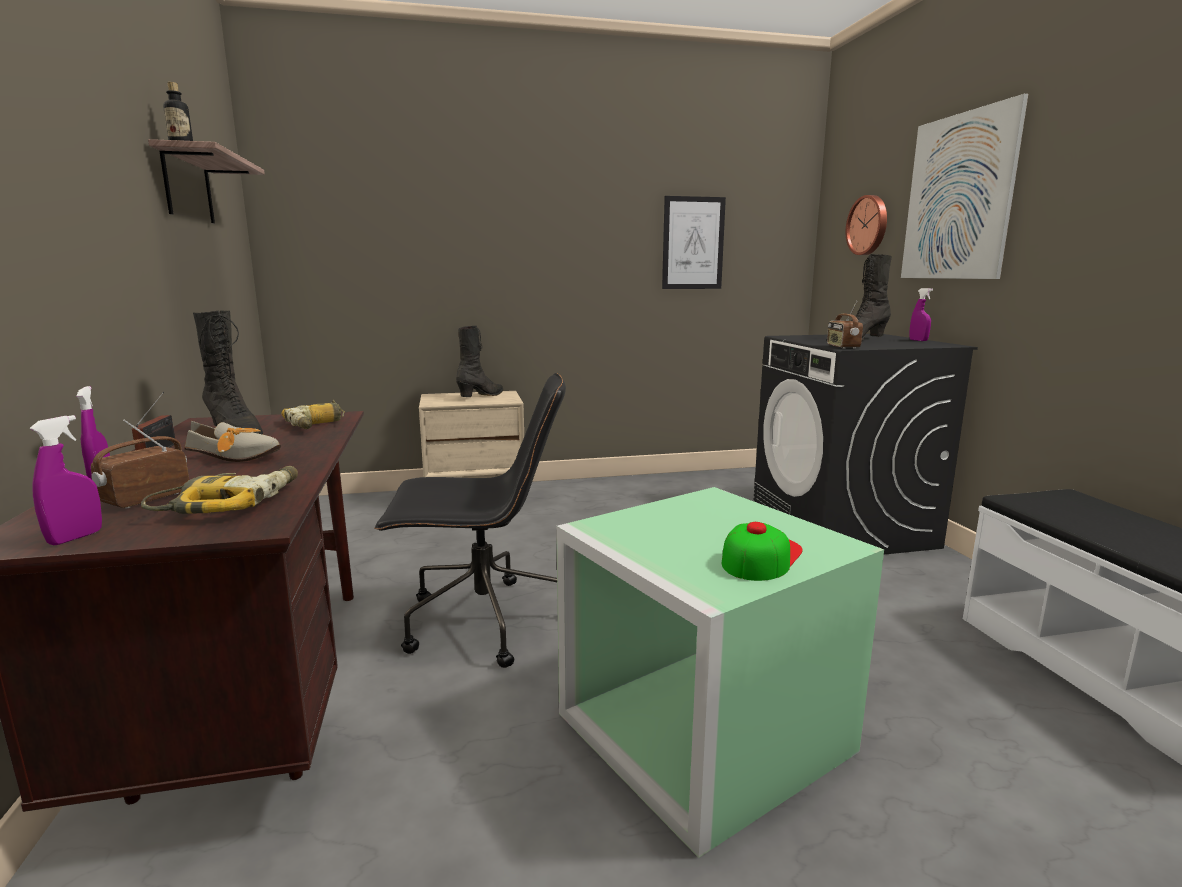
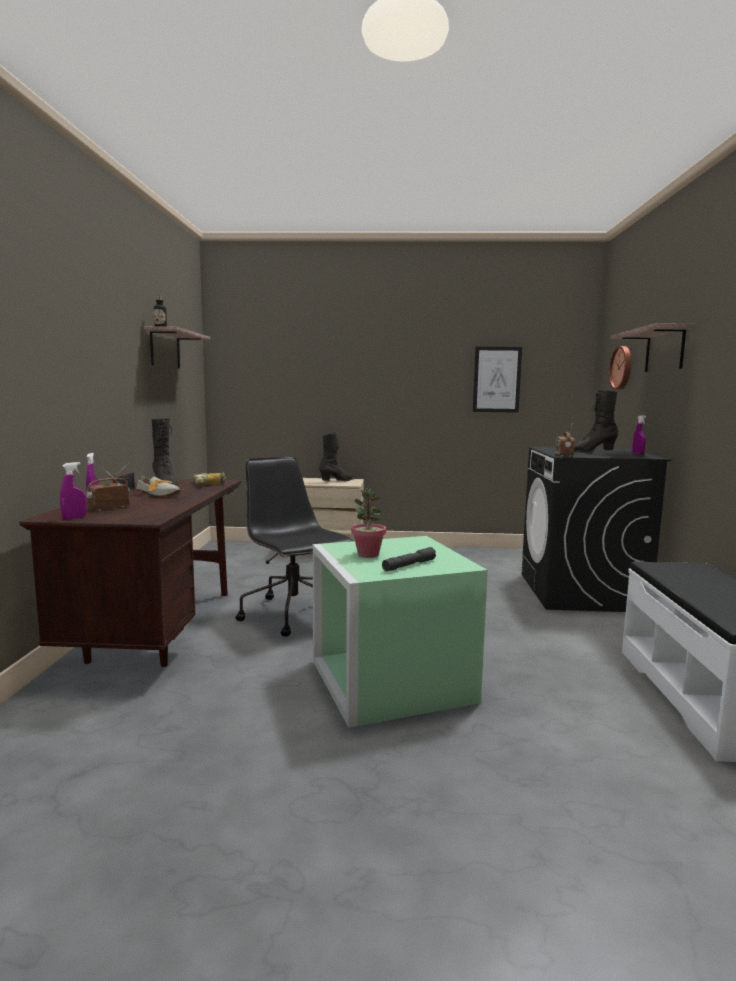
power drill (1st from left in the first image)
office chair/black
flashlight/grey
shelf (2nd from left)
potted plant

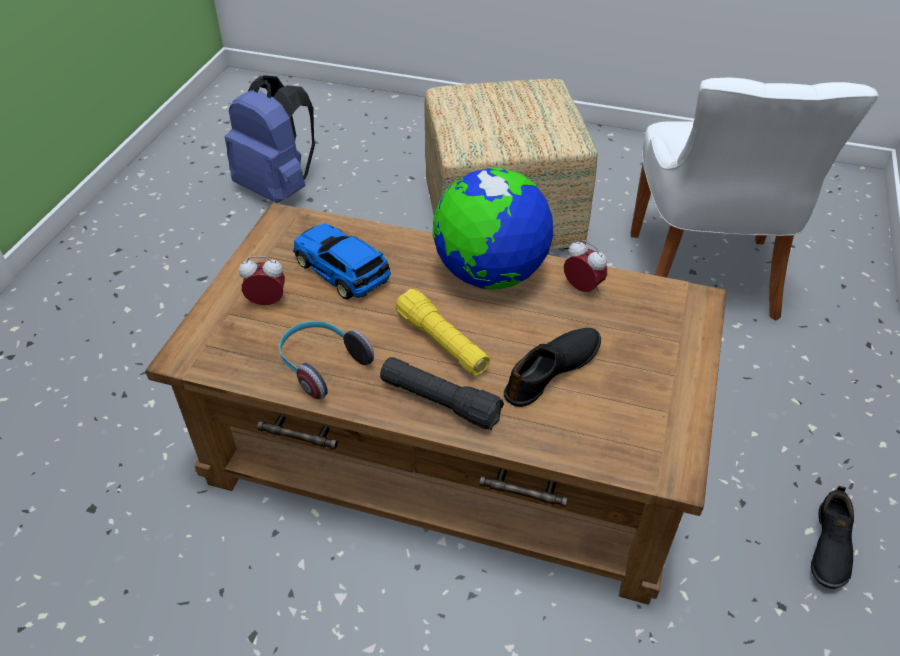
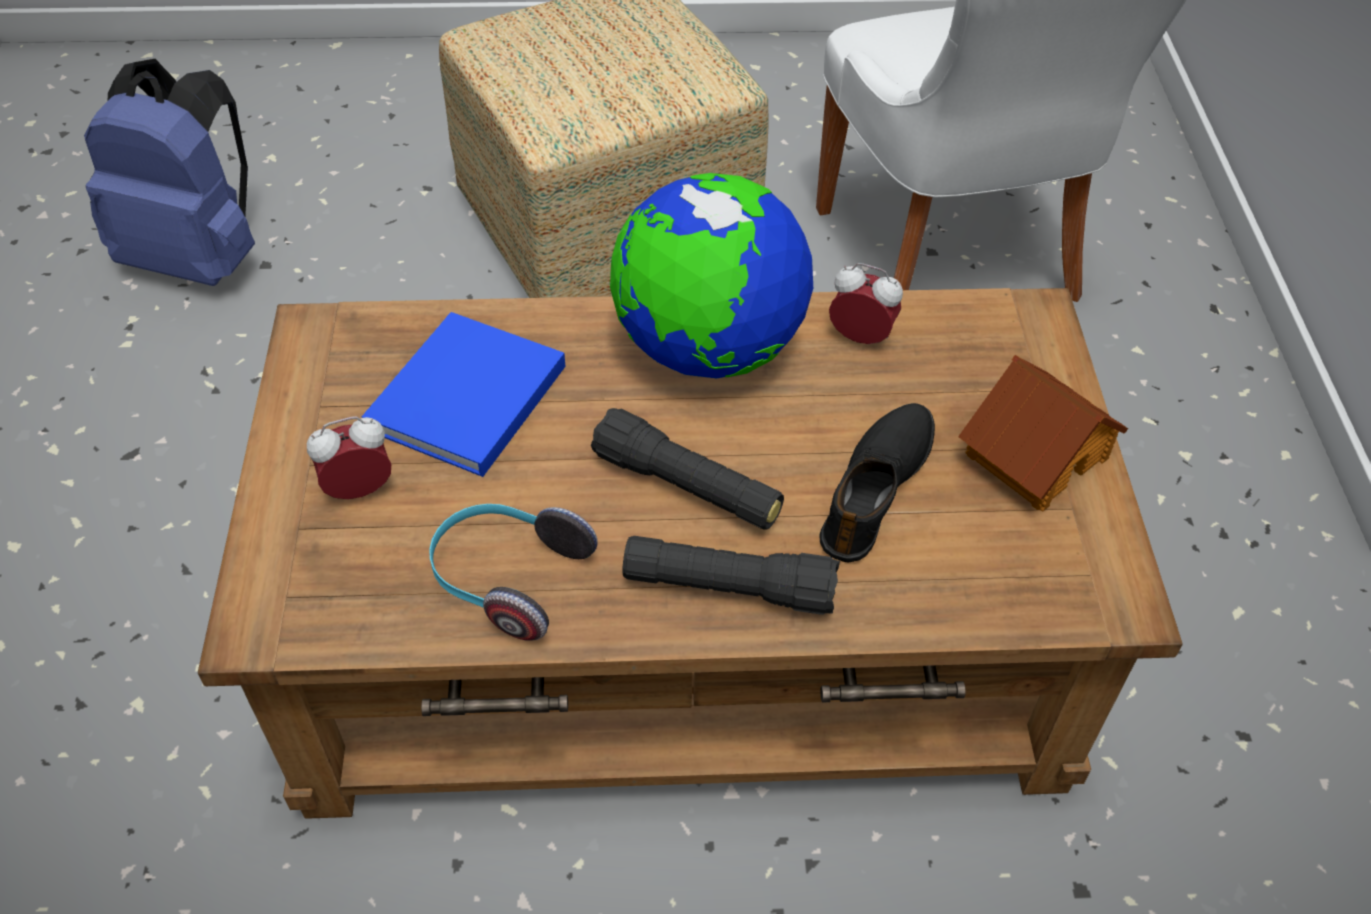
book/blue
flashlight/black (1st from left)
shoe/black (2nd from left in the first image)
toy house

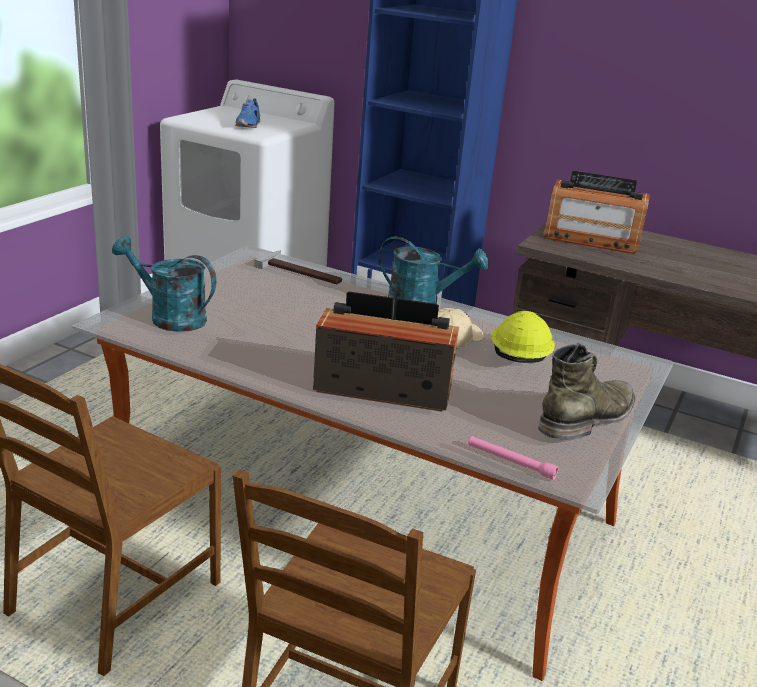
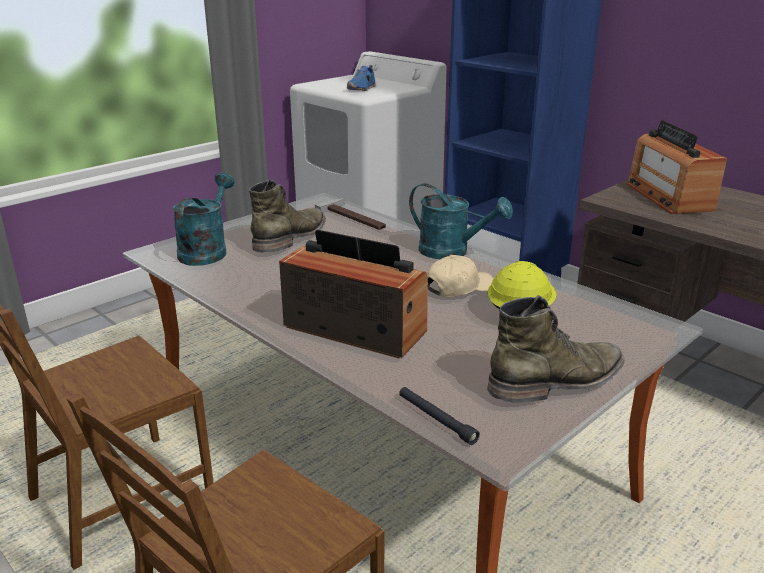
watering can/turquoise (1st from left)
flashlight/black
radio (2nd from left)
boot/green (1st from left)

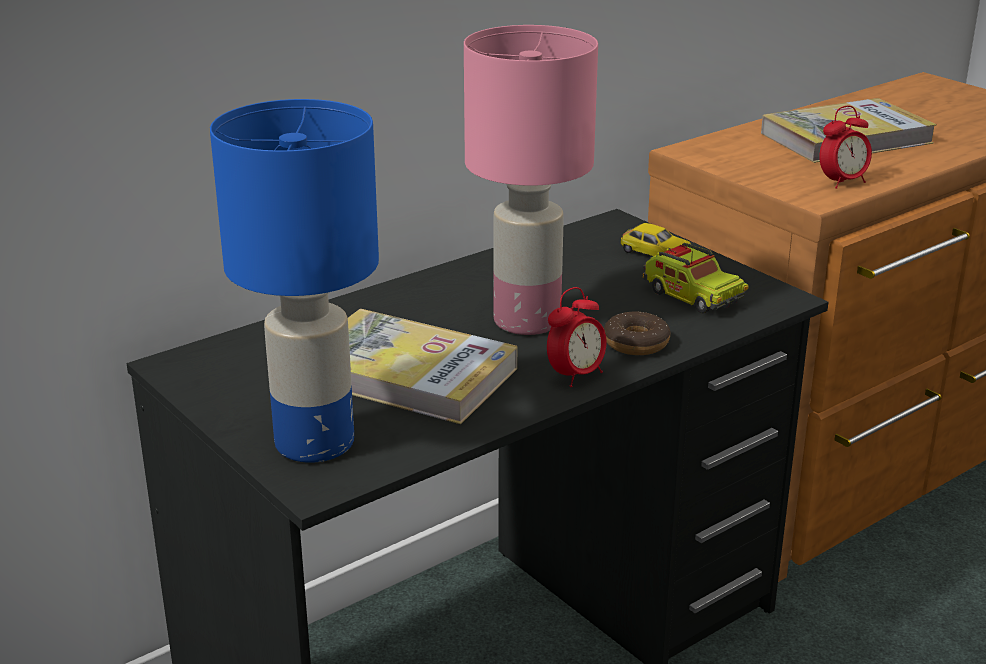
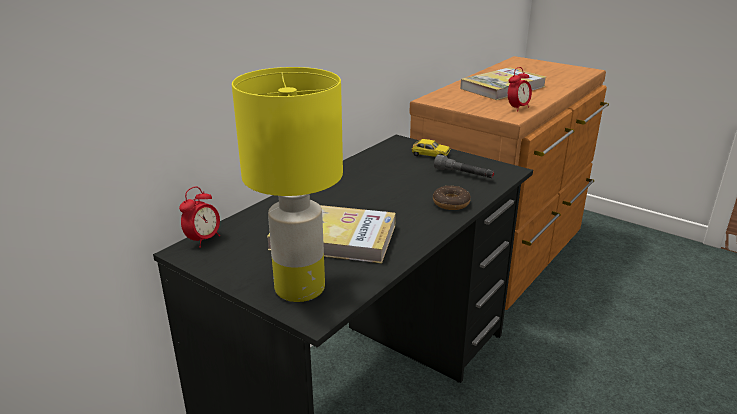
table lamp/yellow
table lamp/pink
alarm clock (1st from left)
flashlight/grey

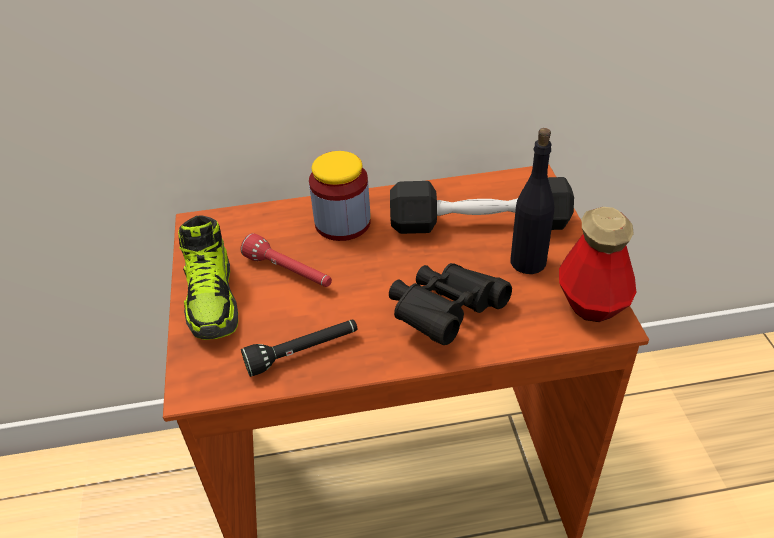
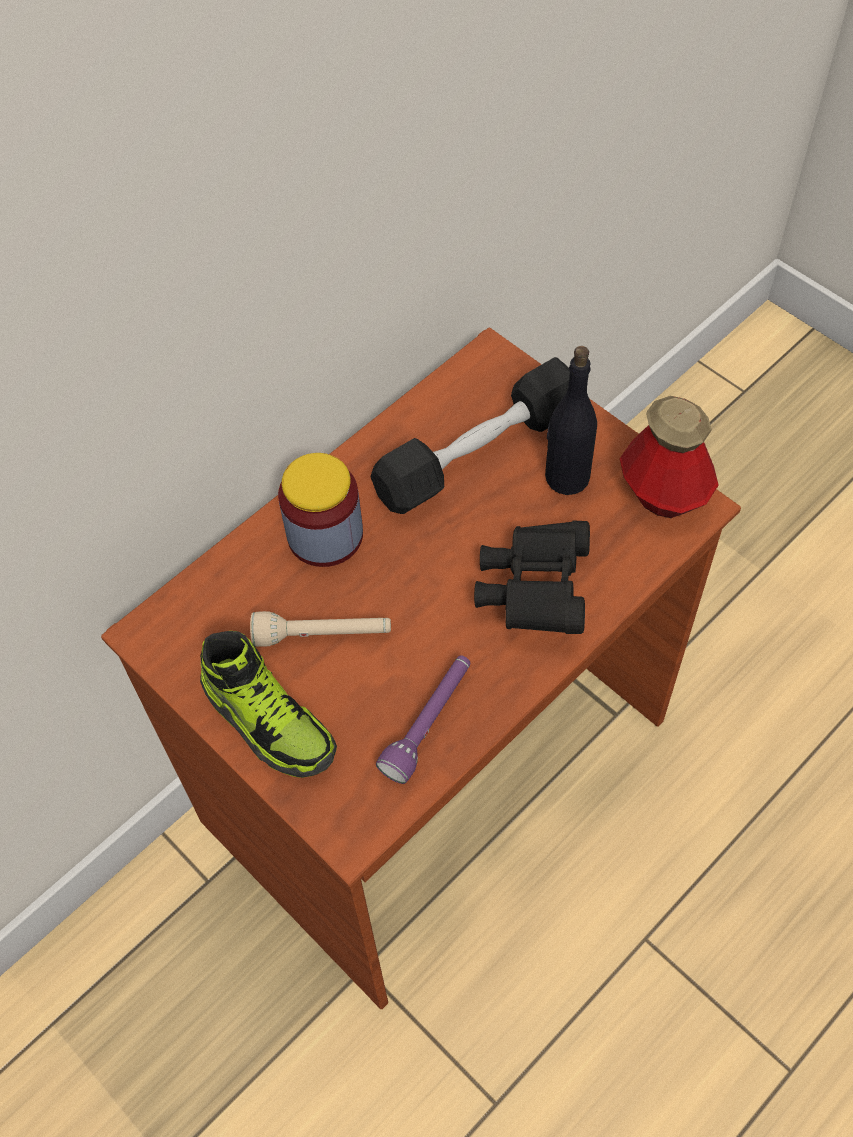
flashlight/beige
flashlight/purple

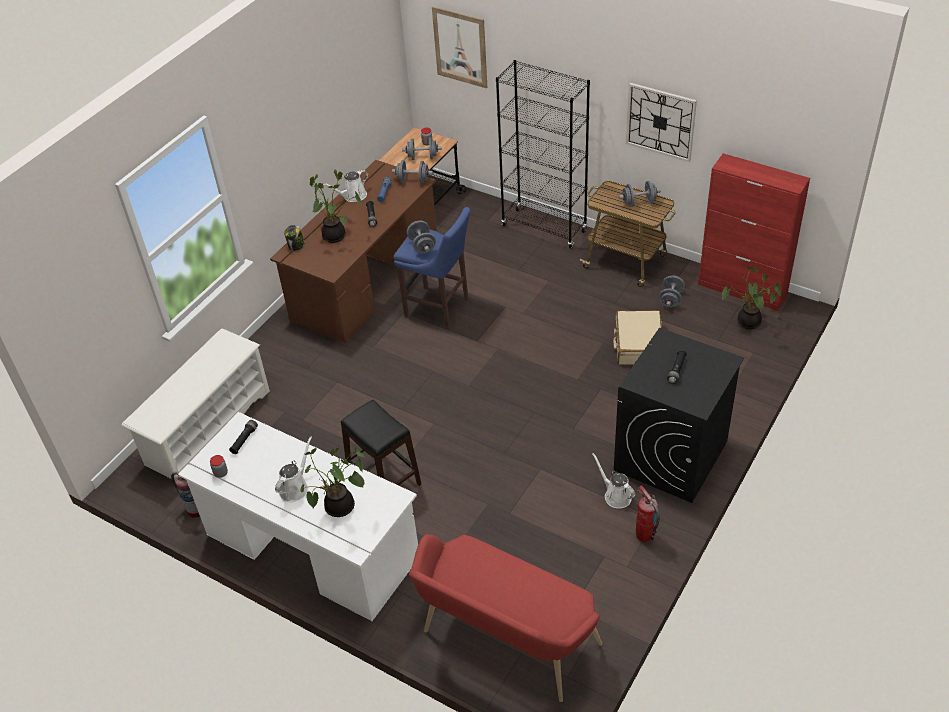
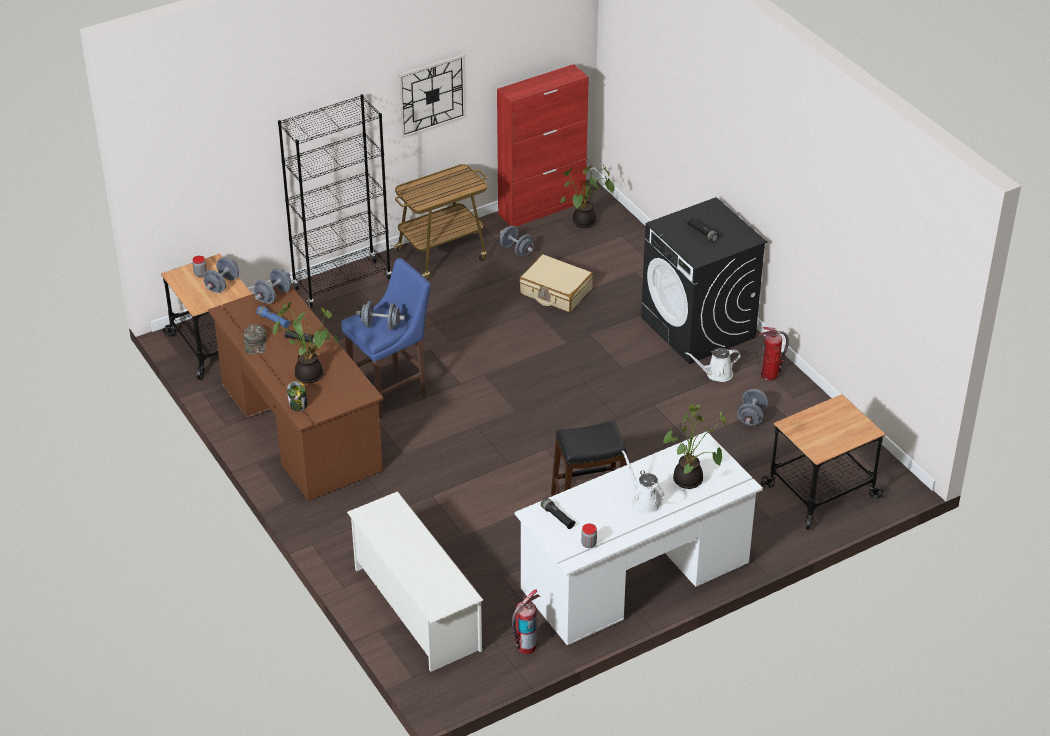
cap/green
cart (3rd from left)
picture
dumbbell/grey (5th from left)

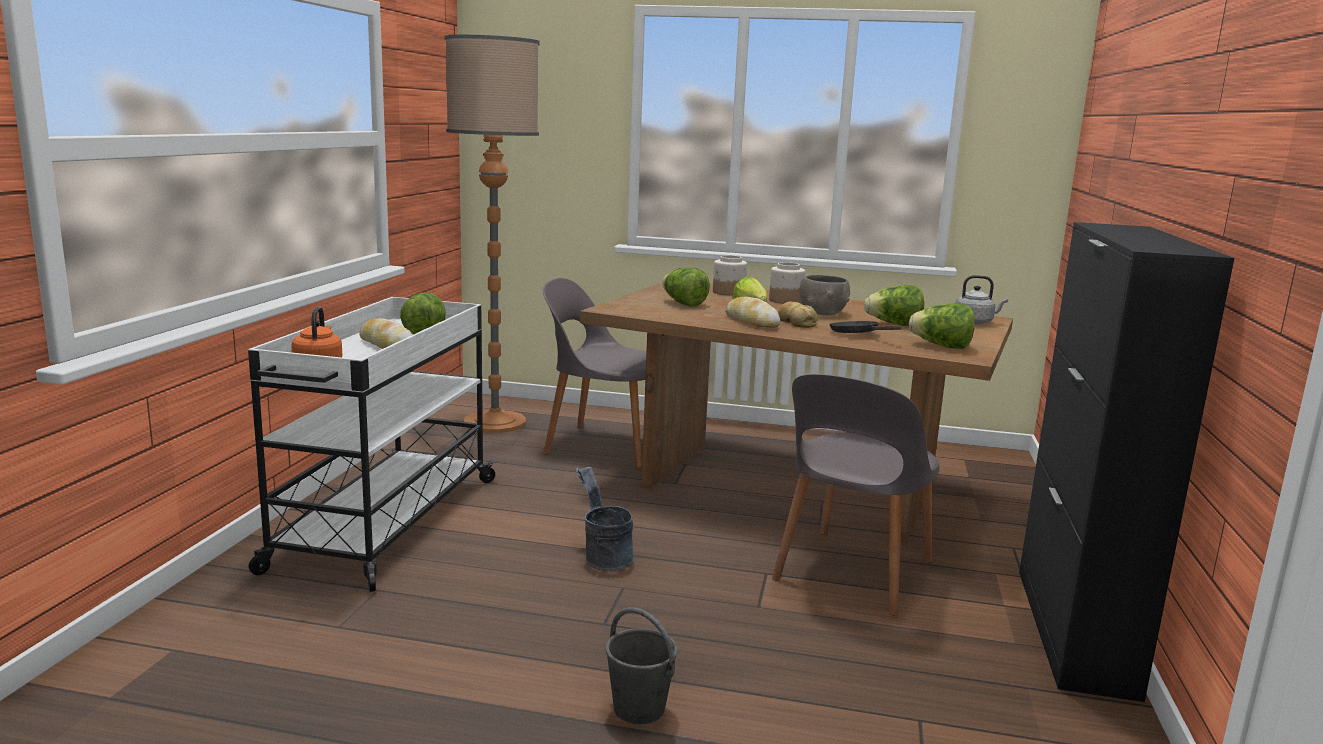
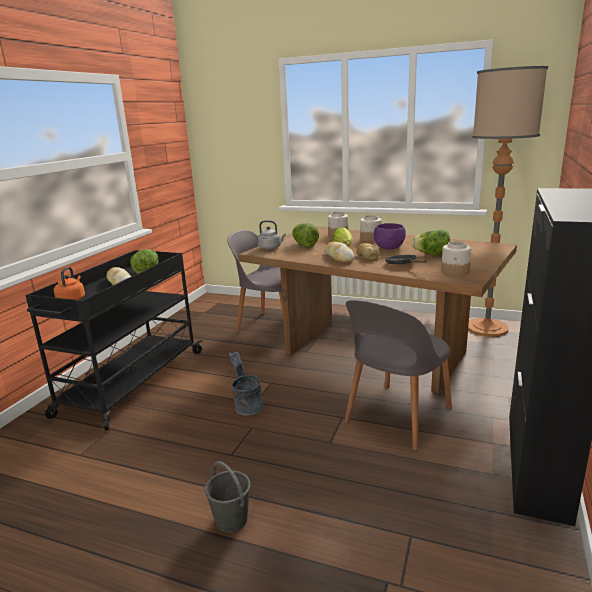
cart/black
floor lamp
bowl/purple
jar (3rd from left)
kettle/grey

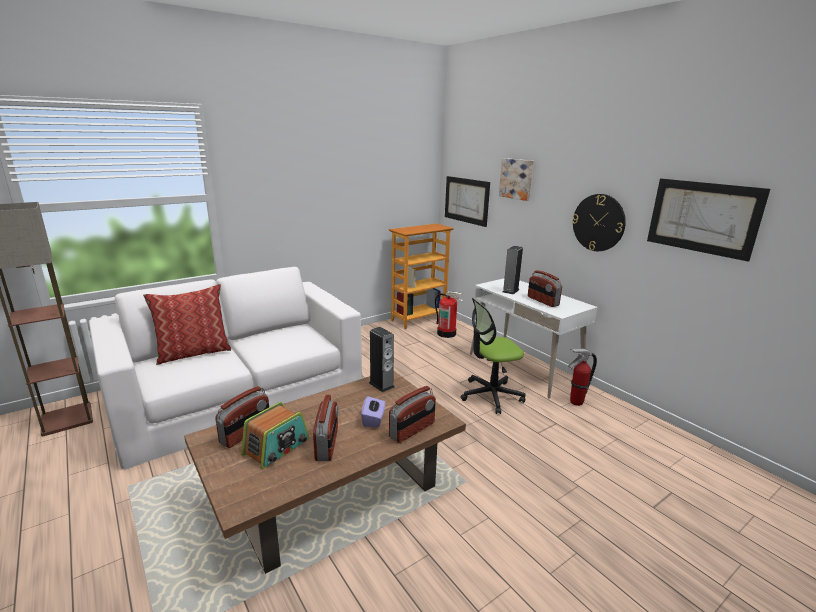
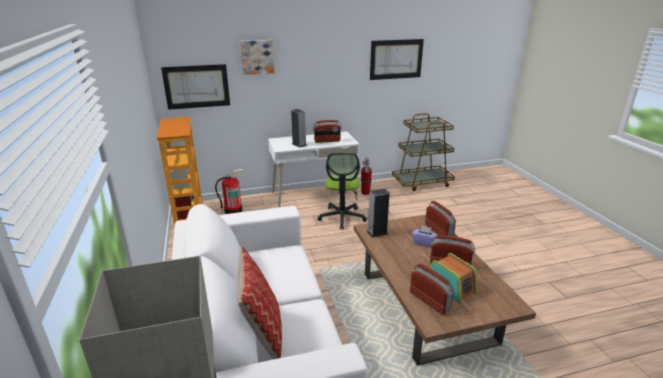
wall clock
cart/brown

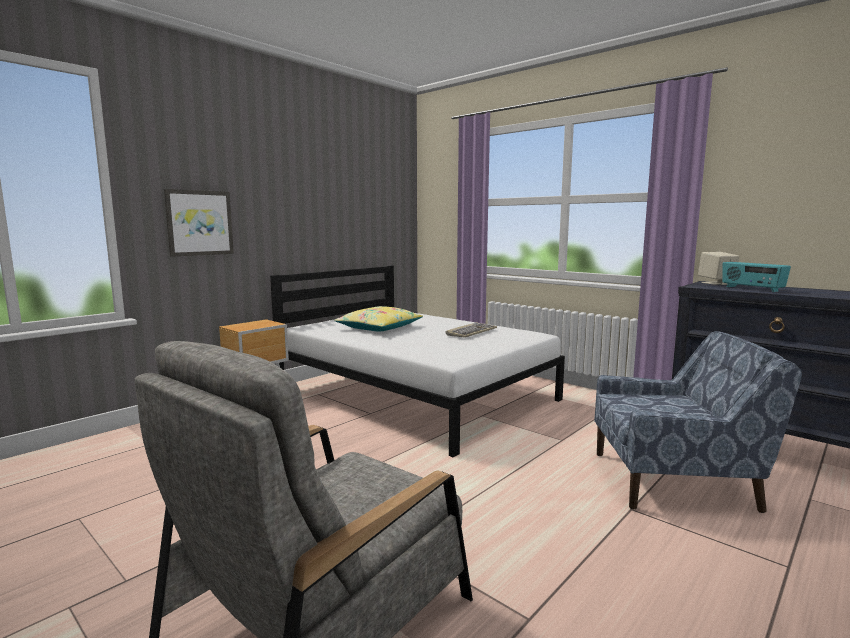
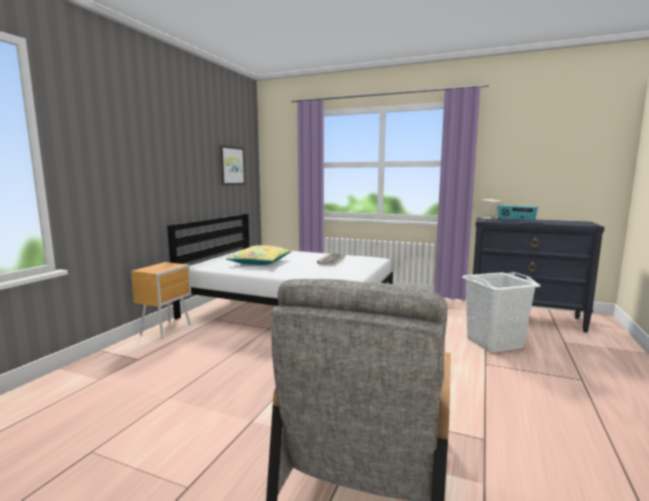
picture
laundry basket/white

